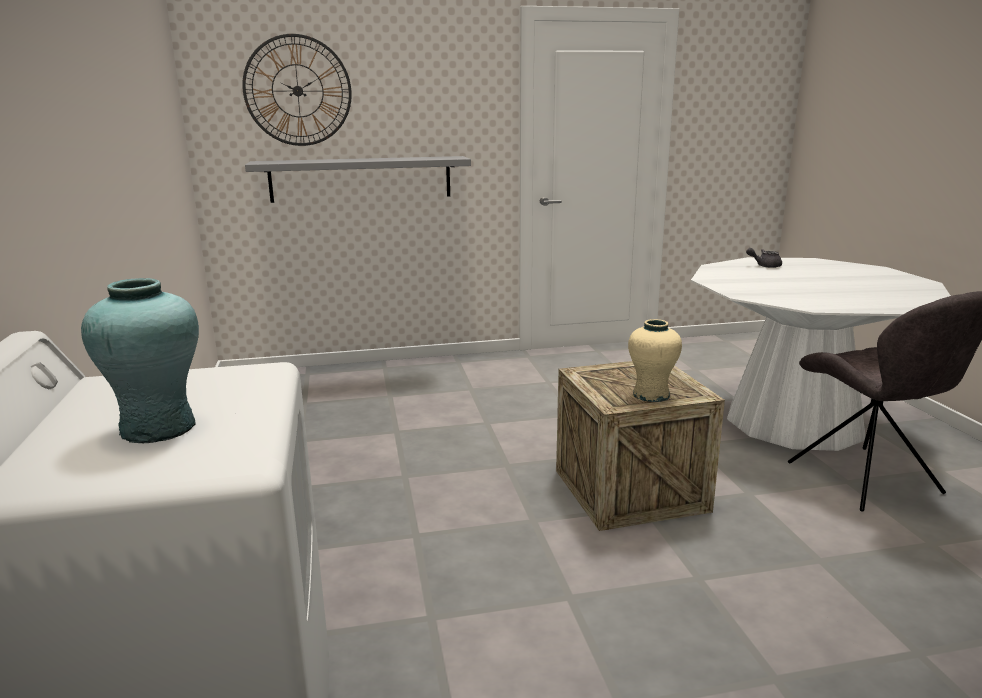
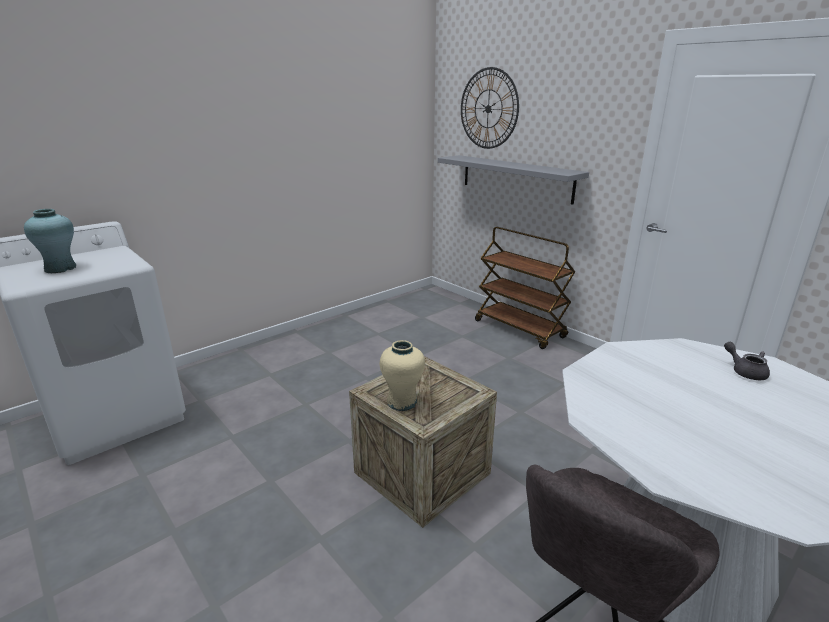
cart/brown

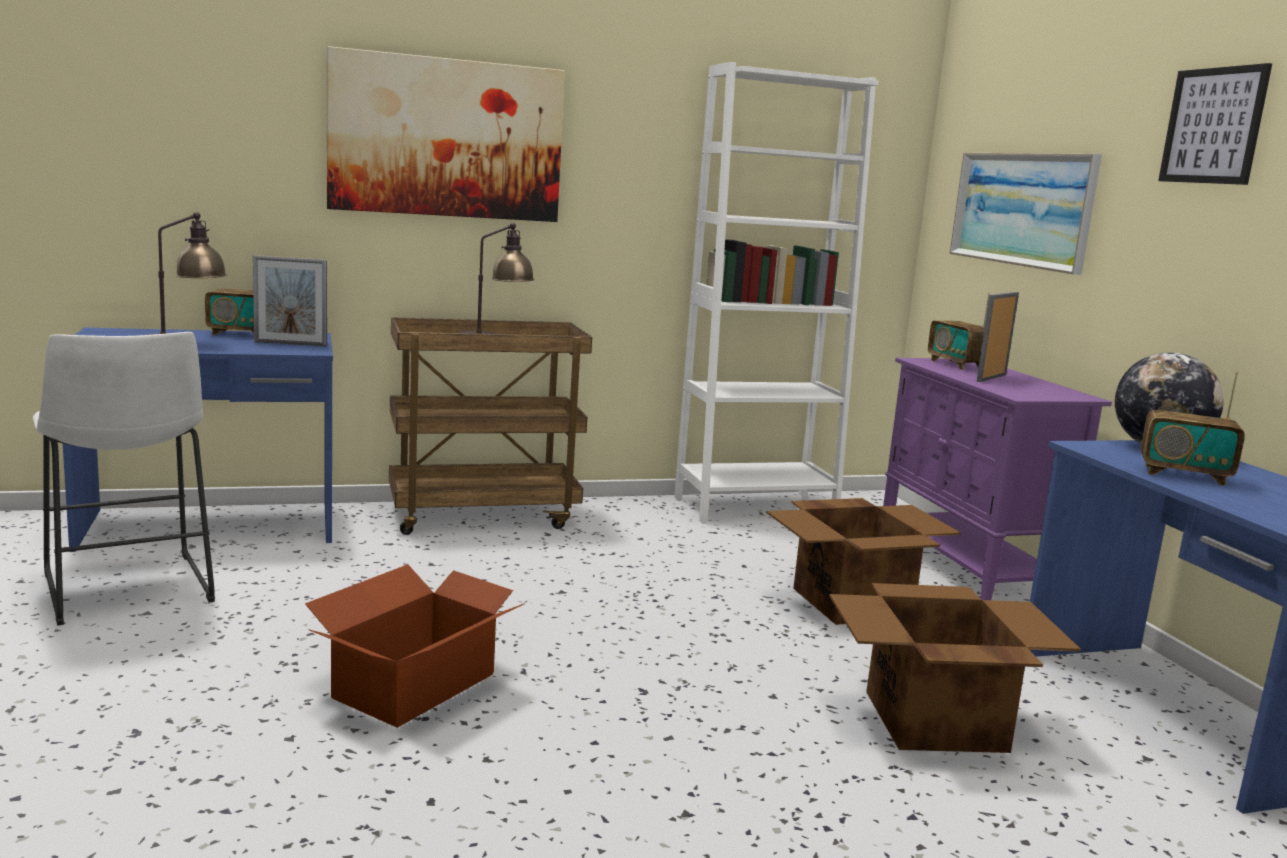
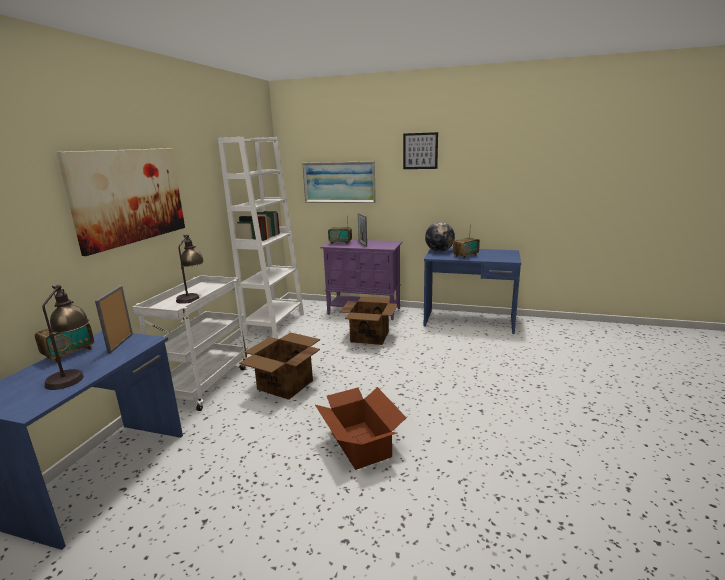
stool/white
picture frame (1st from left)
cart/white
cardboard box (1st from left)

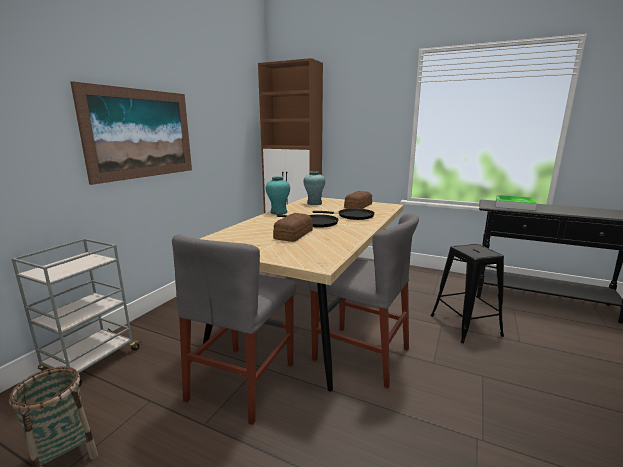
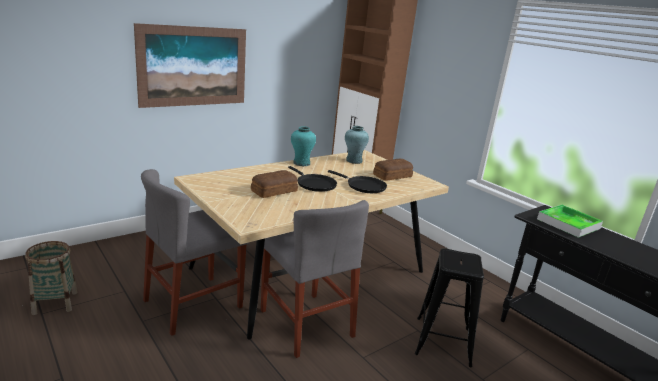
cart/grey

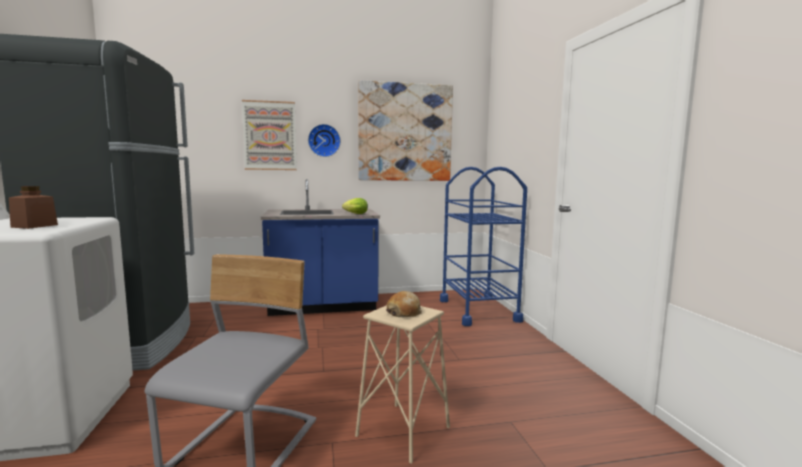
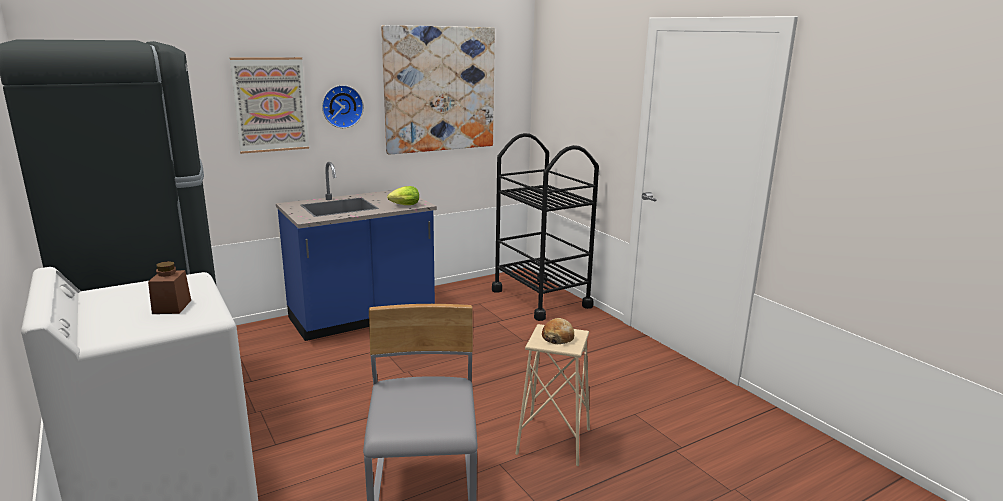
cart/black

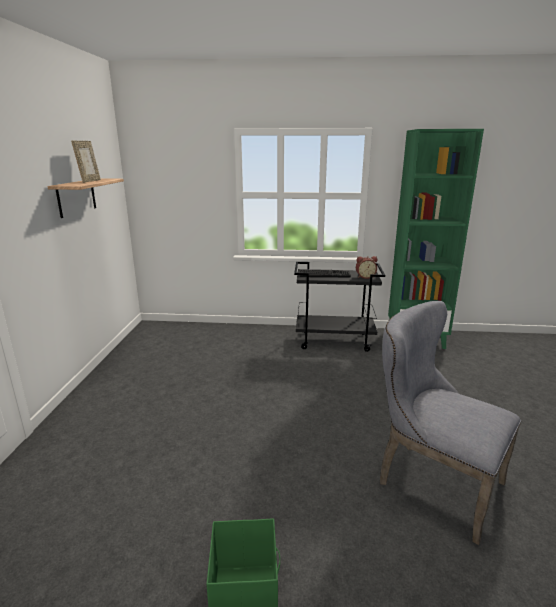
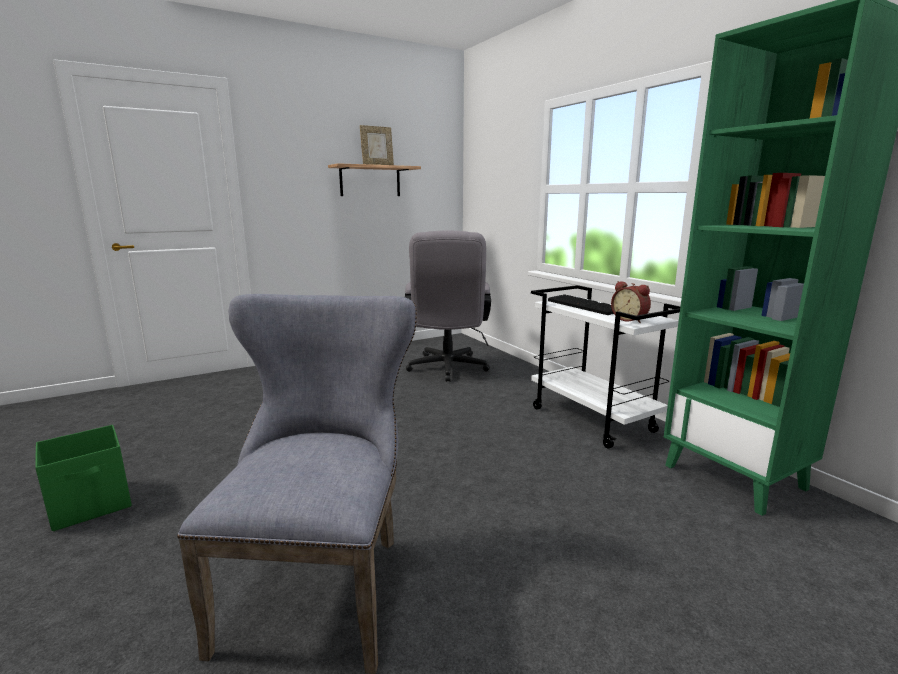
cart/white
office chair/grey

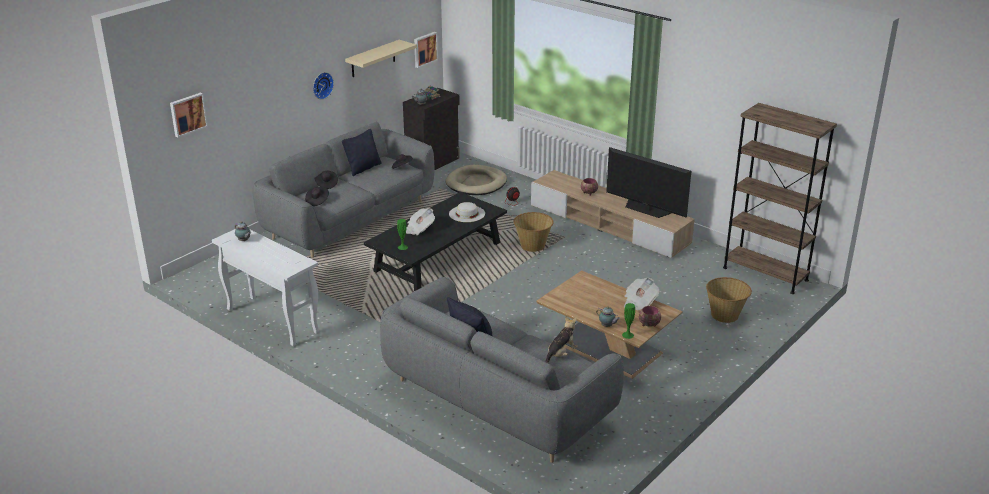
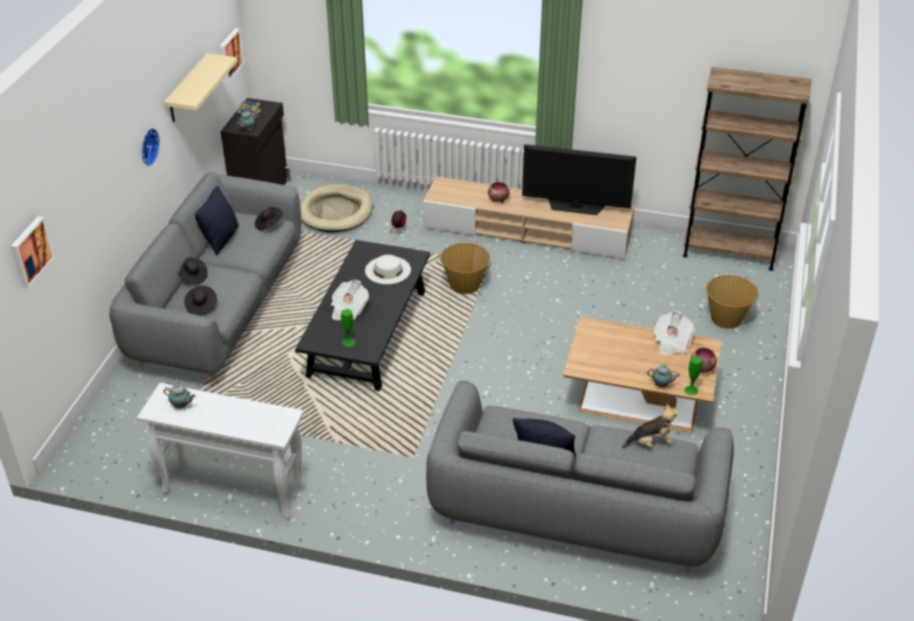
plush toy

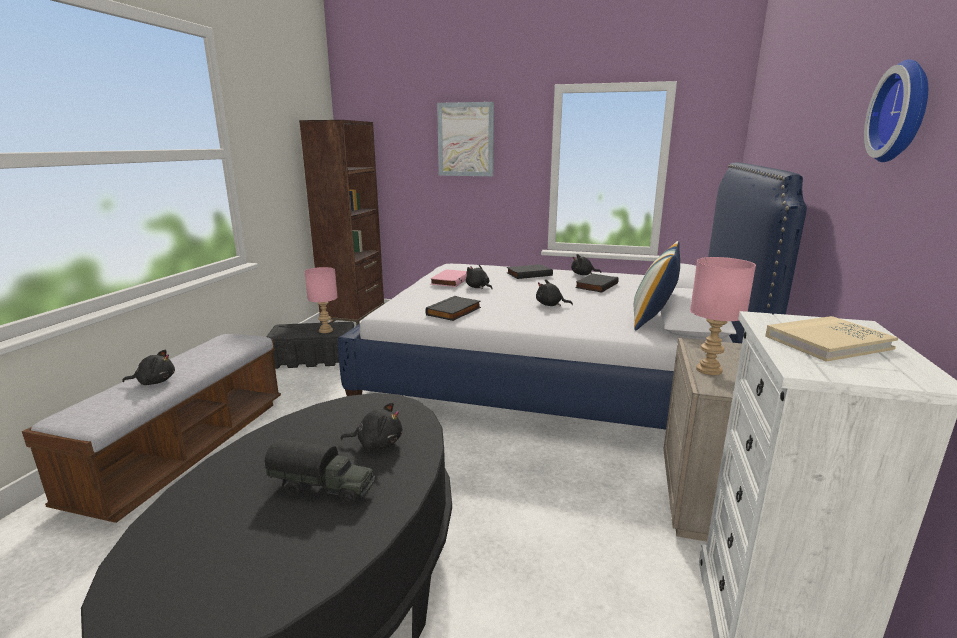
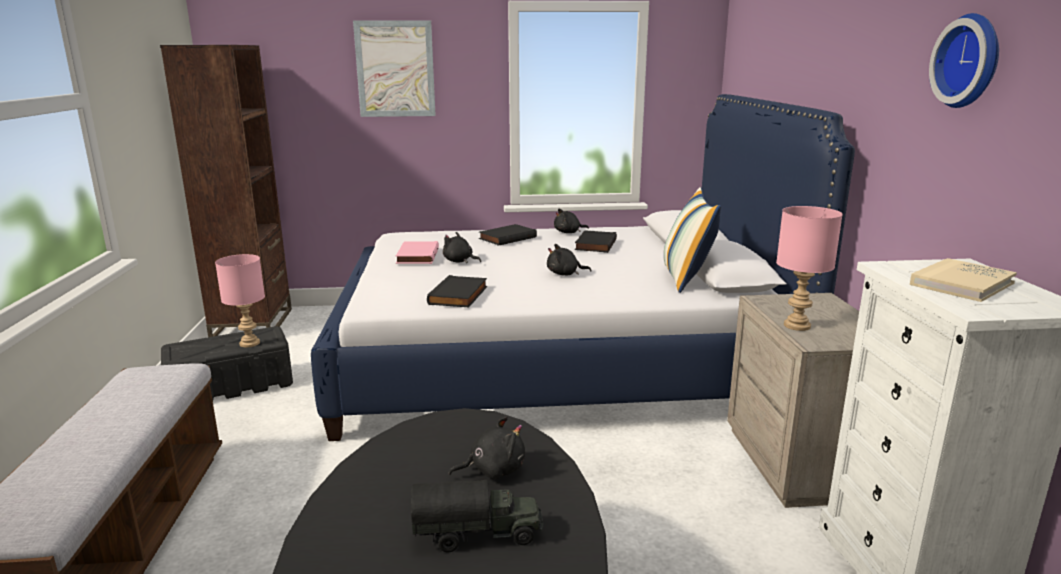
plush toy/black (1st from left in the first image)

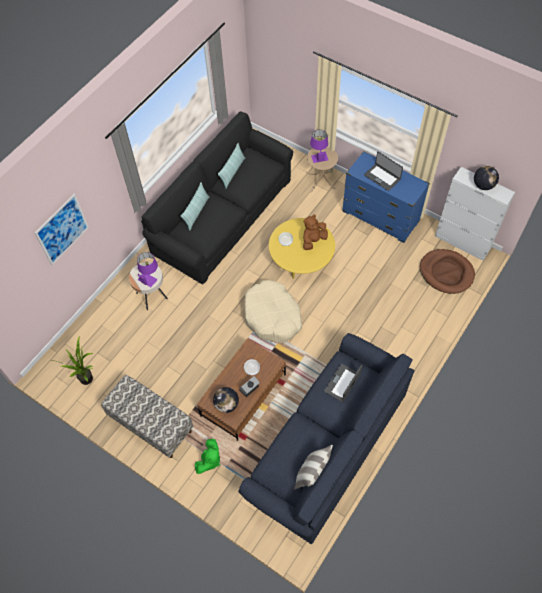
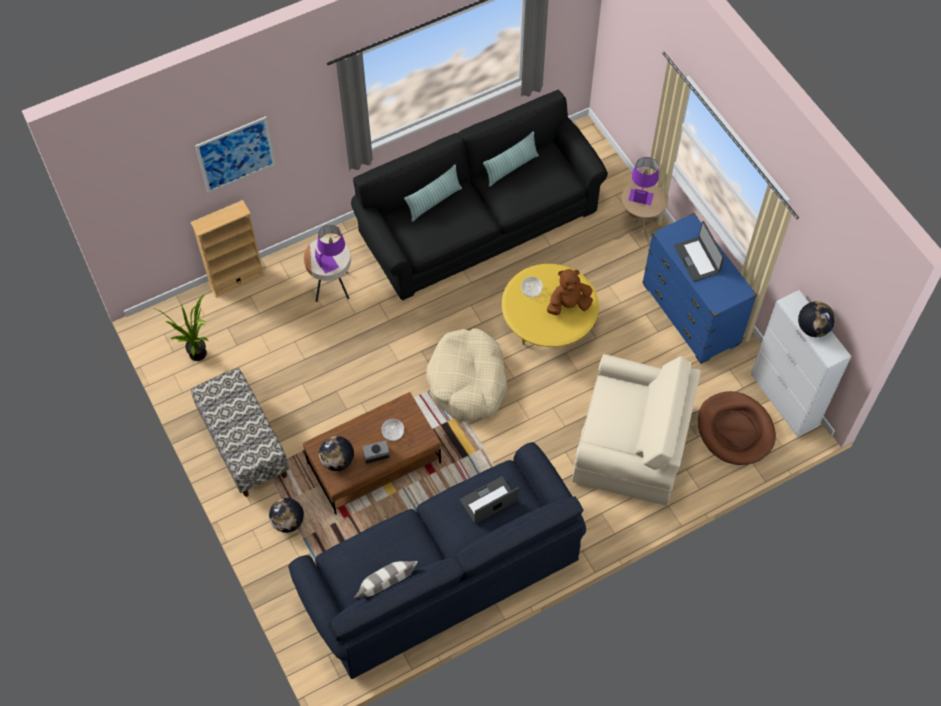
globe (1st from left)
bookcase/beige
armchair/beige

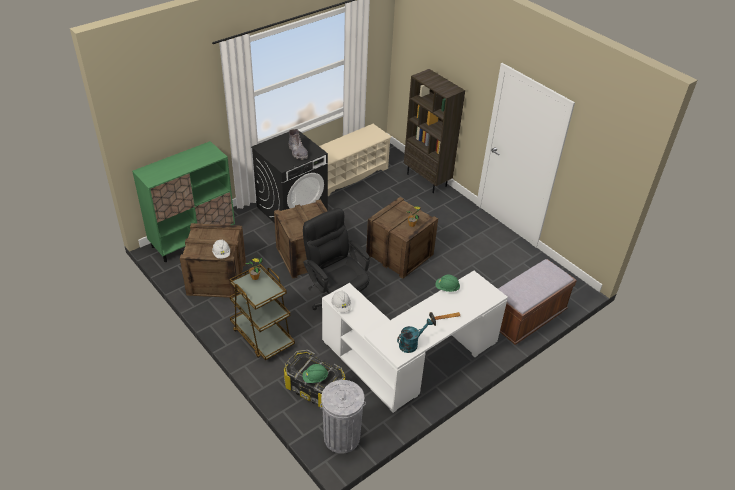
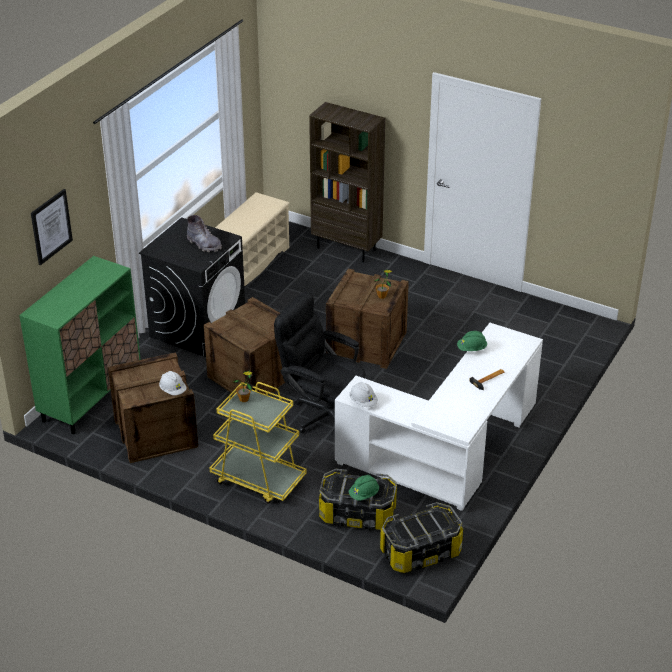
cart/yellow
storage box (2nd from left)
watering can/turquoise
bench/brown
picture

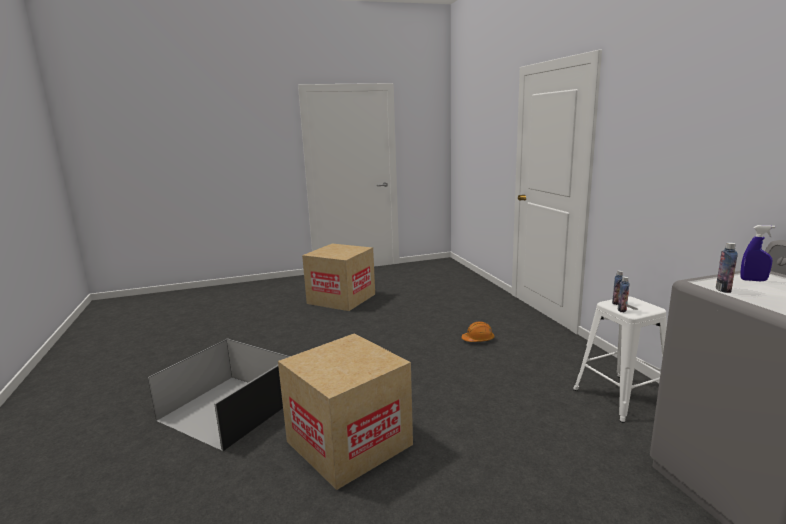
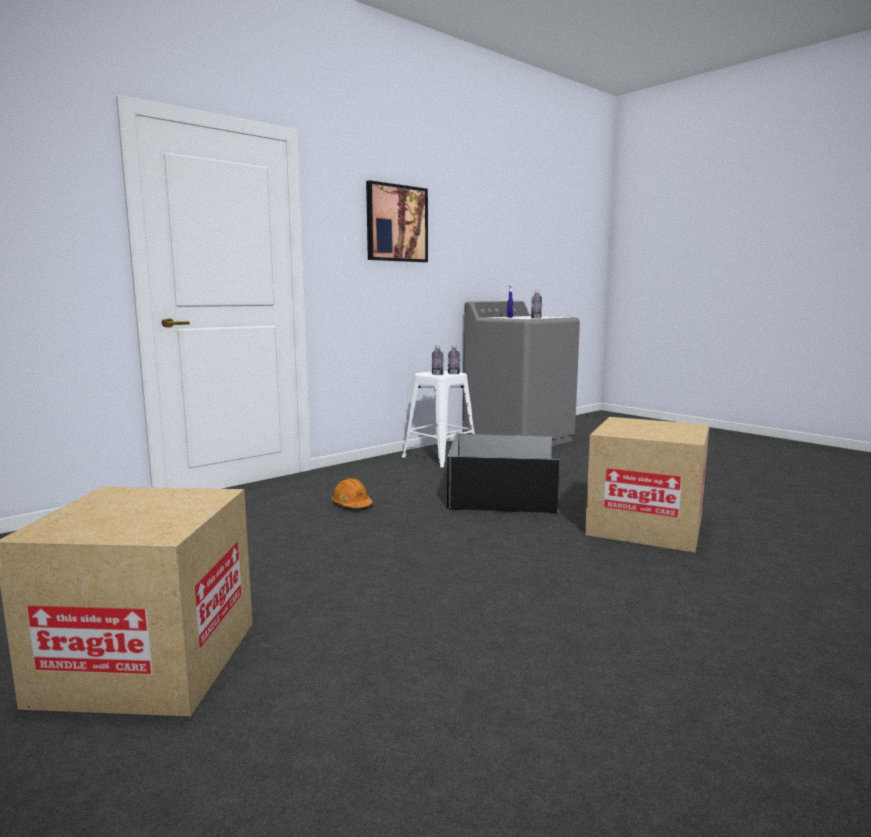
storage box/black
picture

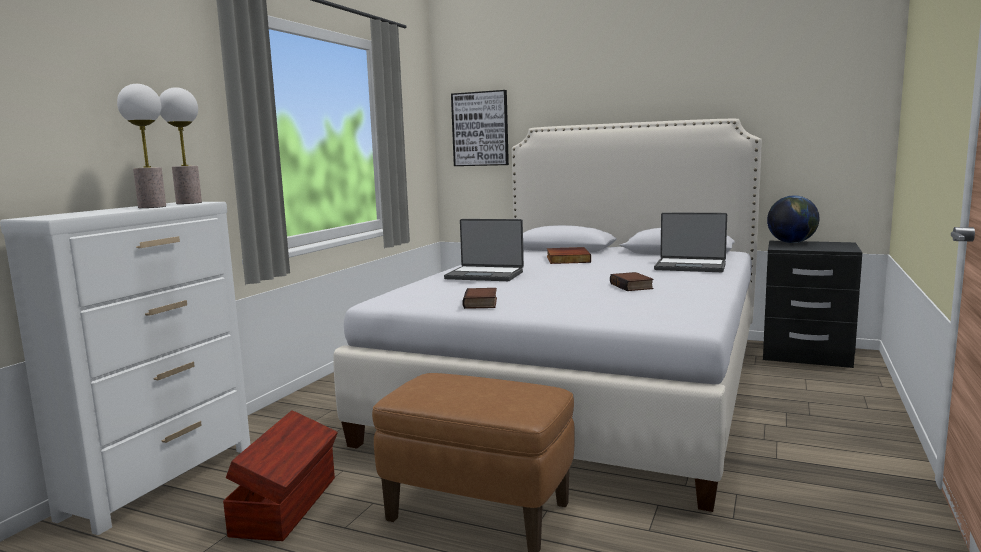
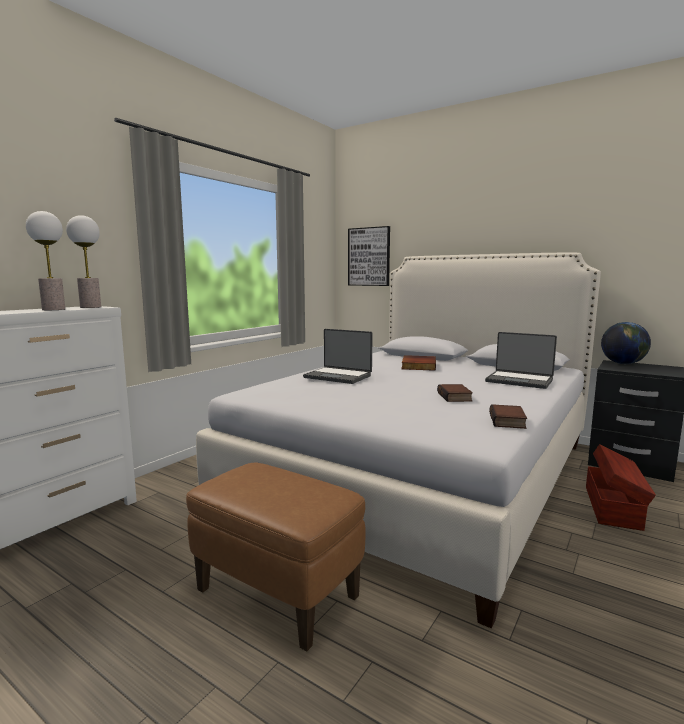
storage box/brown
book (3rd from left)

